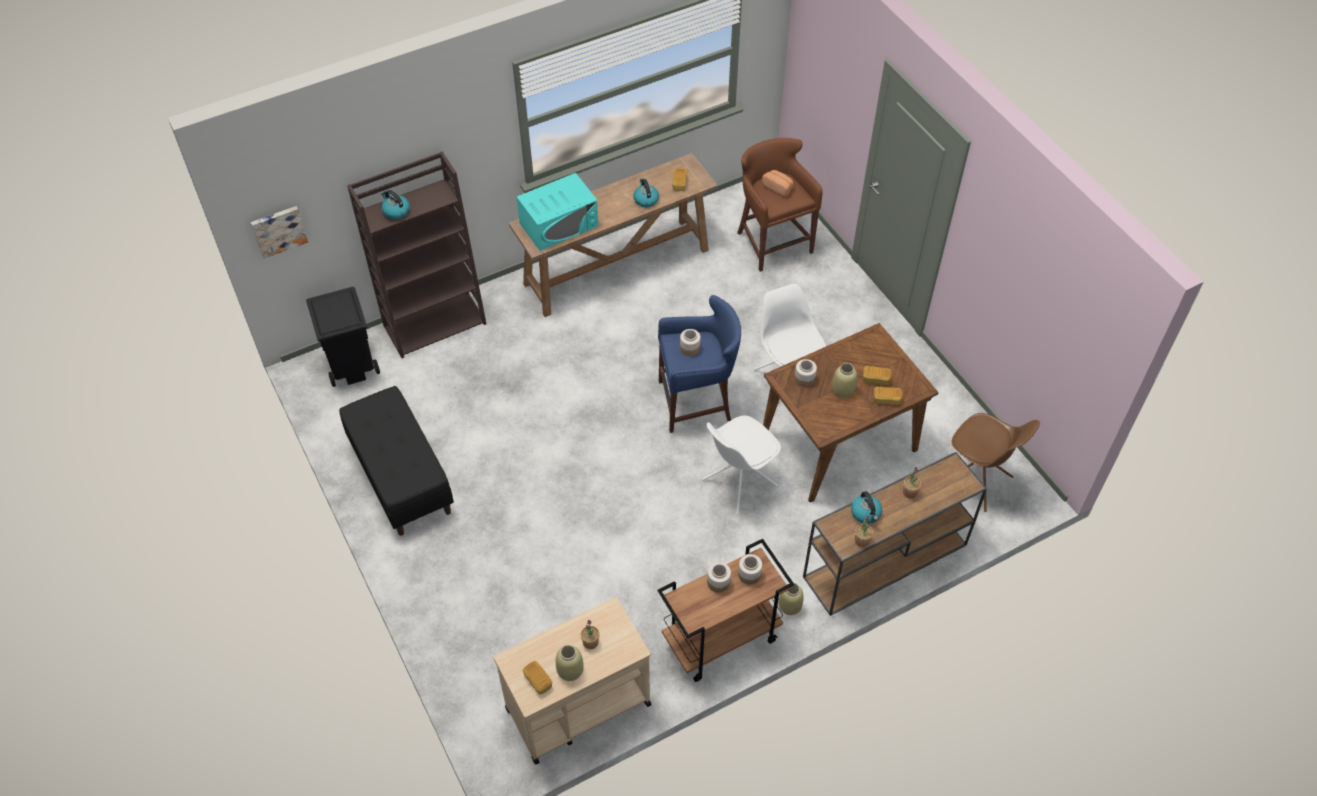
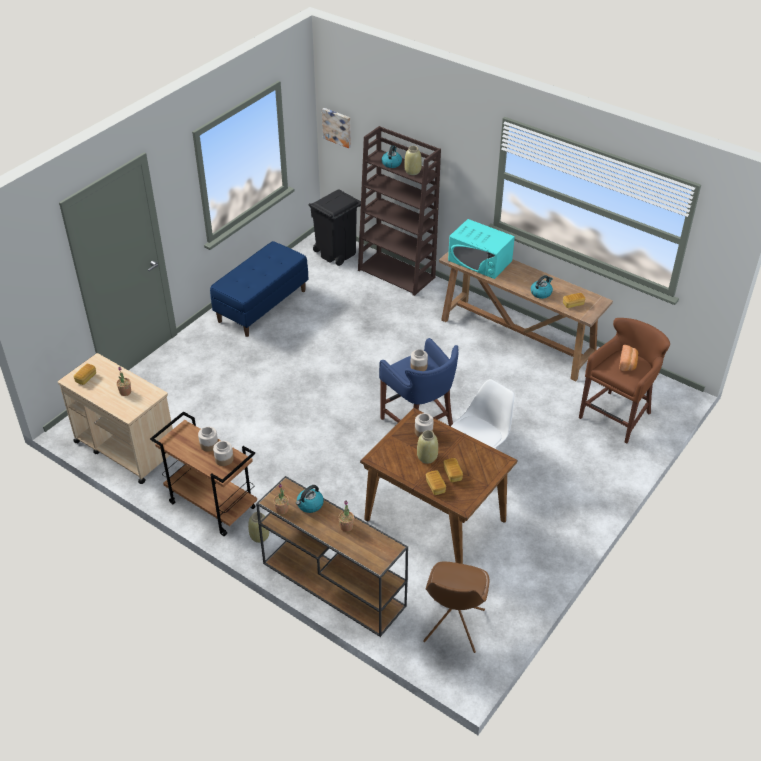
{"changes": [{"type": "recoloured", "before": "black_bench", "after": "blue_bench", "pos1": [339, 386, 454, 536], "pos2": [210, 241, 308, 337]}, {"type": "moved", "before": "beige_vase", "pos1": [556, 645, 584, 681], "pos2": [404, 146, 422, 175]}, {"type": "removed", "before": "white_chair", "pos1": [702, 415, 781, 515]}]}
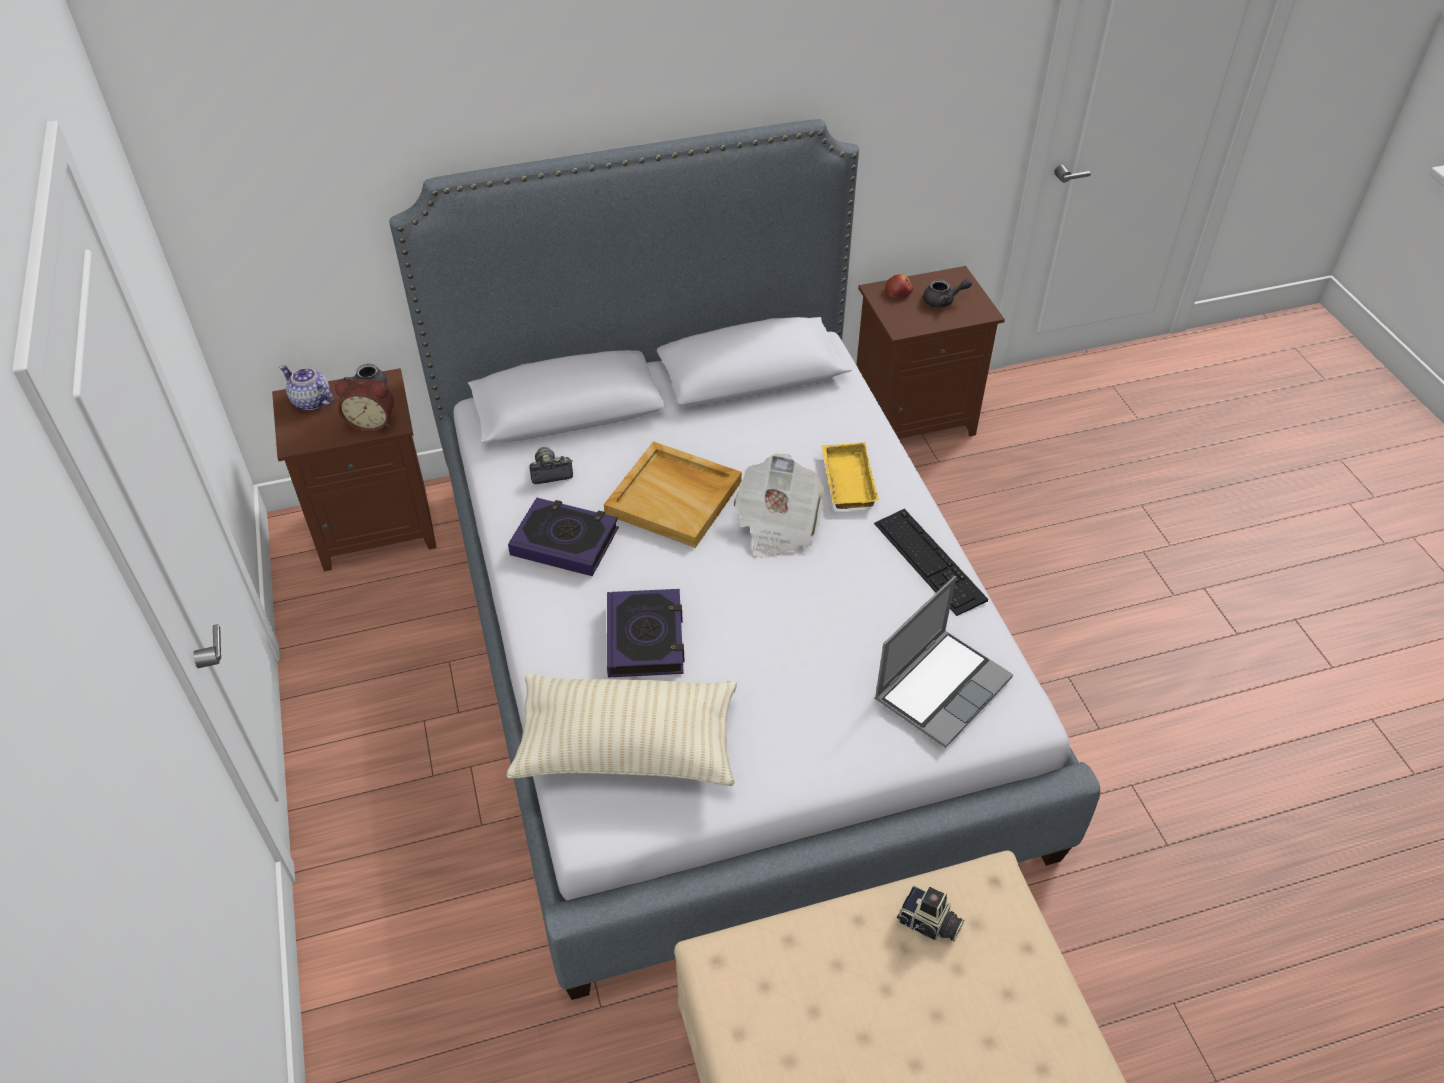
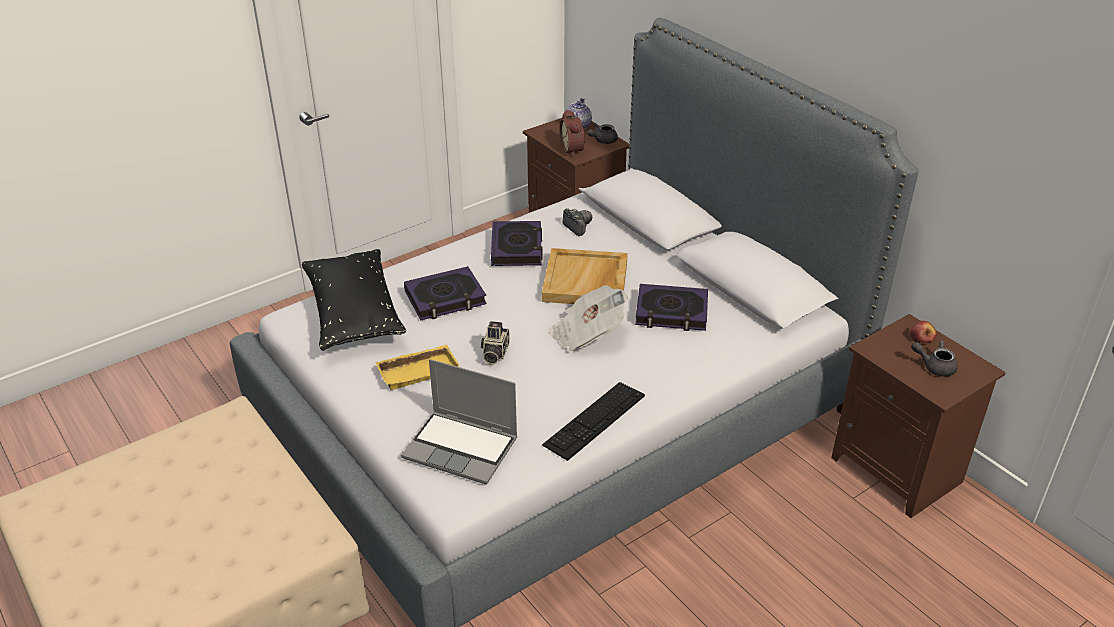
{"changes": [{"type": "recoloured", "before": "beige_pillow", "after": "black_pillow", "pos1": [506, 674, 737, 786], "pos2": [302, 249, 406, 351]}, {"type": "moved", "before": "yellow_tray", "pos1": [821, 442, 879, 509], "pos2": [375, 345, 460, 390]}, {"type": "moved", "before": "photo_camera", "pos1": [897, 886, 964, 942], "pos2": [481, 321, 510, 364]}, {"type": "added", "after": "book", "pos2": [635, 284, 708, 331]}, {"type": "turned", "before": "grey_teapot", "pos1": [923, 278, 972, 308], "pos2": [911, 341, 958, 377], "turn": 135}]}
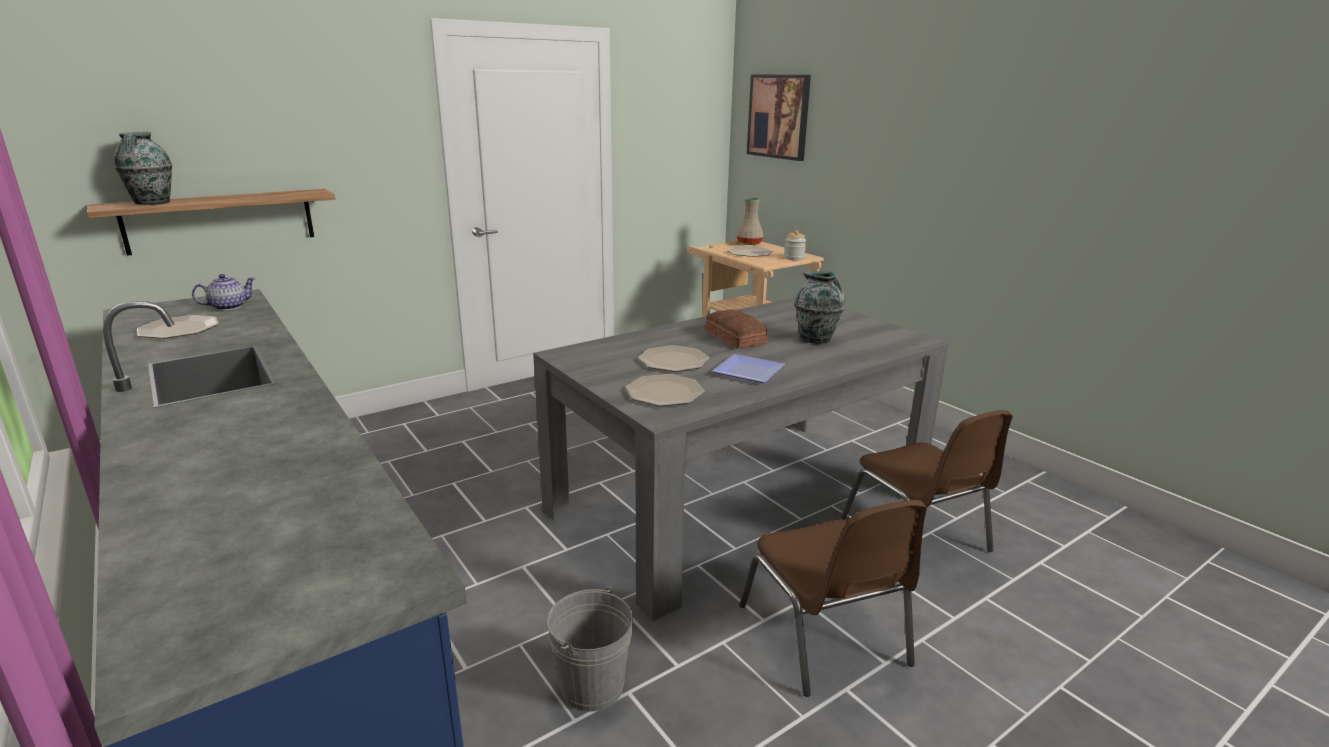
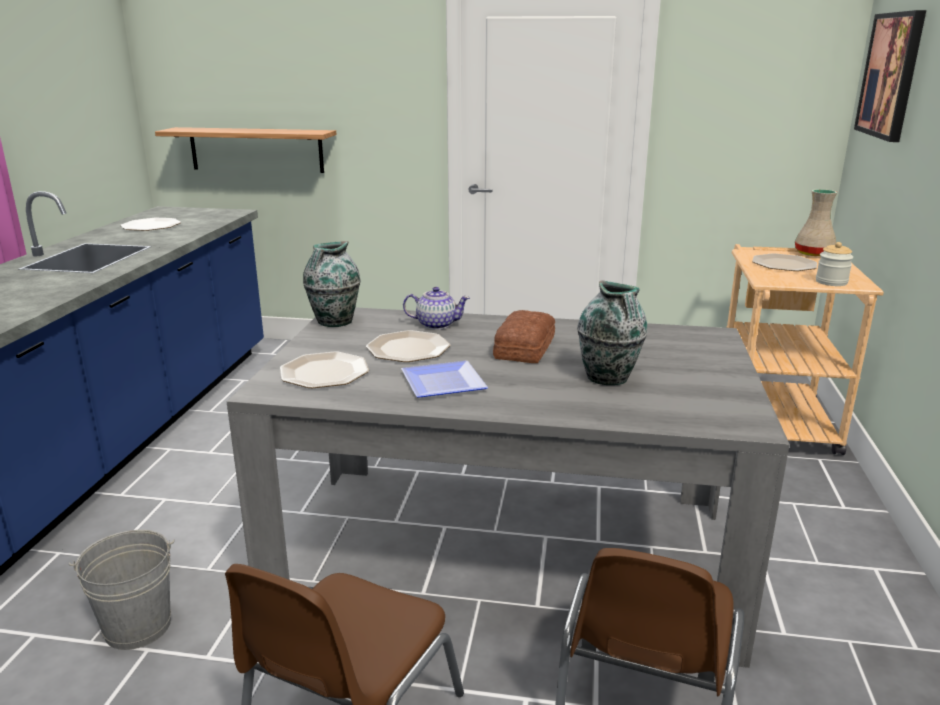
{"changes": [{"type": "moved", "before": "vase", "pos1": [113, 132, 172, 205], "pos2": [303, 241, 360, 327]}, {"type": "moved", "before": "teapot", "pos1": [192, 274, 256, 310], "pos2": [403, 287, 470, 330]}]}
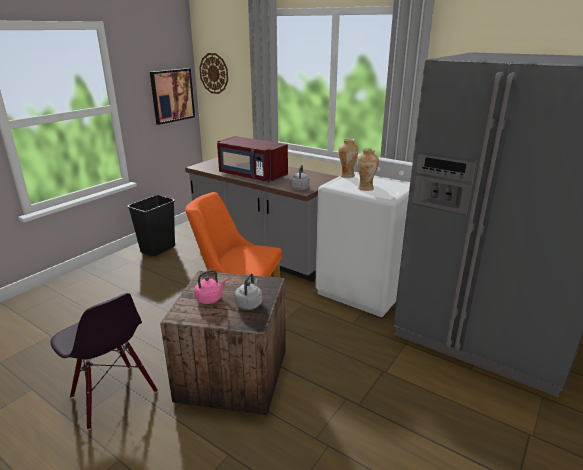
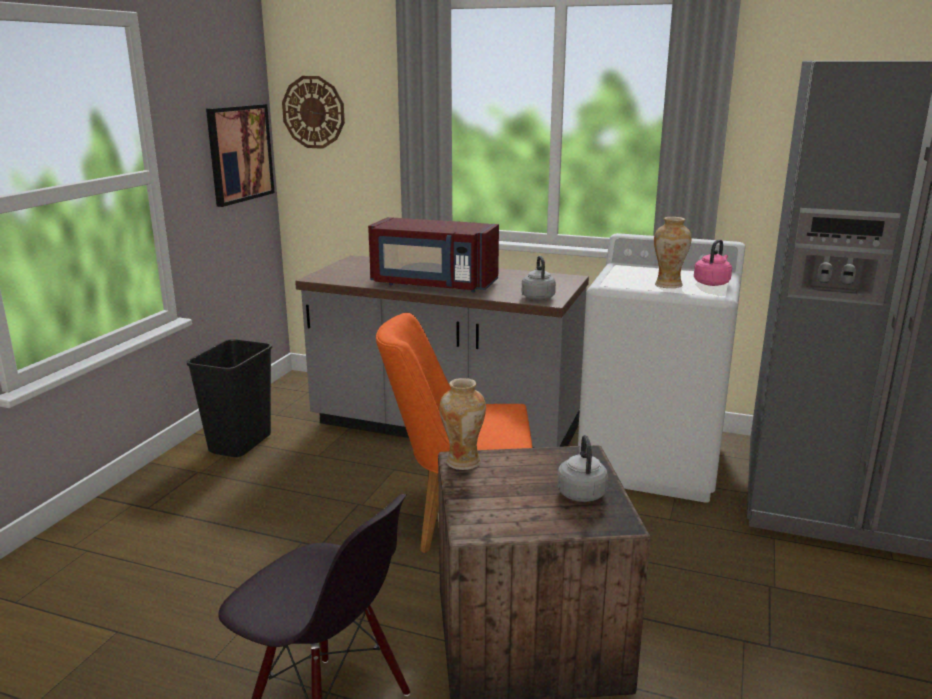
{"changes": [{"type": "moved", "before": "vase", "pos1": [338, 139, 358, 178], "pos2": [440, 378, 486, 470]}, {"type": "moved", "before": "pink_kettle", "pos1": [194, 270, 228, 304], "pos2": [694, 239, 732, 286]}]}
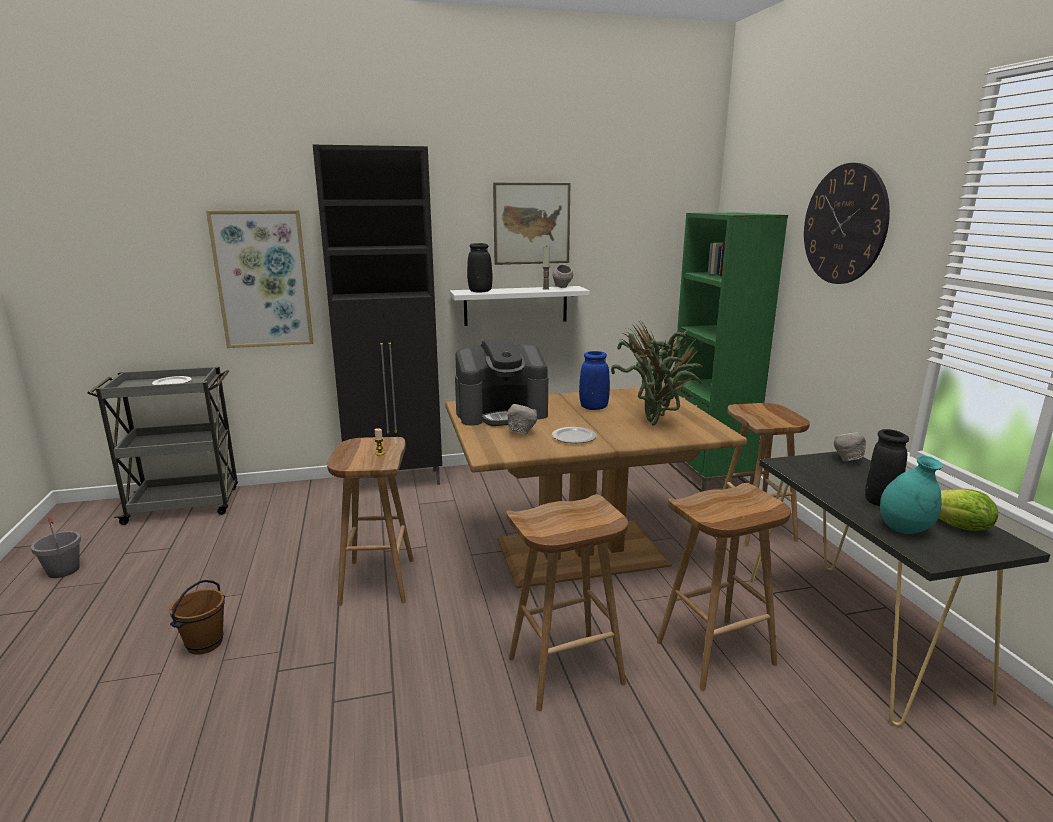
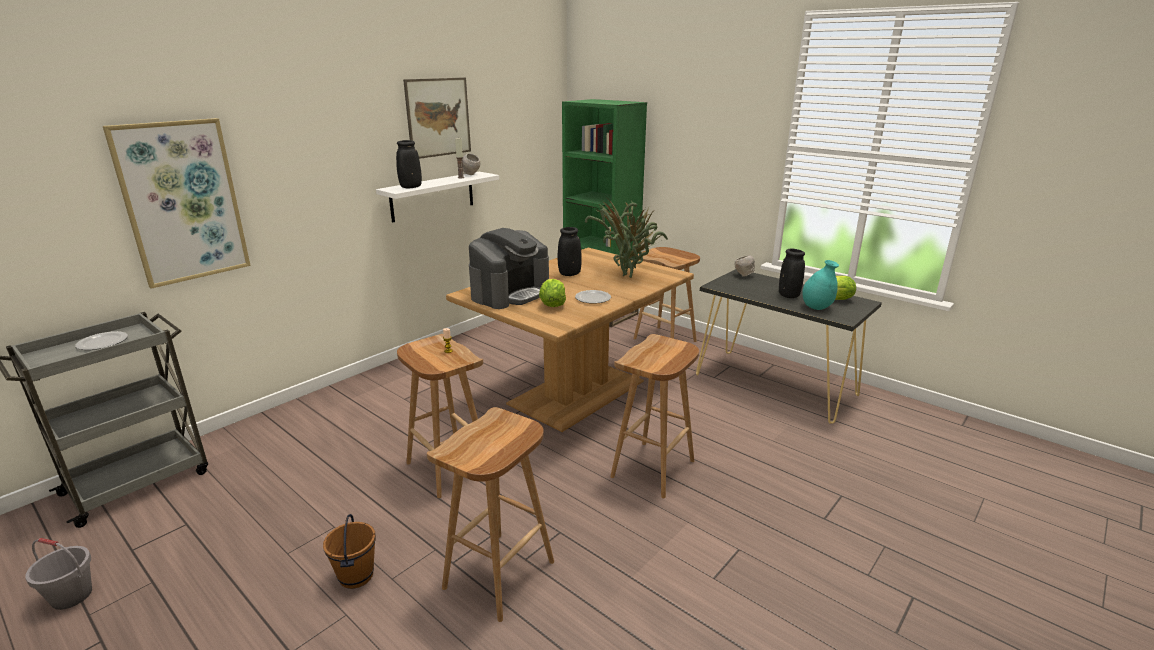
{"changes": [{"type": "moved", "before": "brown_stool", "pos1": [657, 483, 791, 691], "pos2": [427, 407, 554, 622]}, {"type": "replaced", "before": "grey_bowl", "after": "lettuce", "pos1": [507, 404, 537, 435], "pos2": [539, 279, 566, 307]}, {"type": "recoloured", "before": "blue_vase", "after": "black_vase", "pos1": [579, 351, 610, 410], "pos2": [558, 227, 582, 276]}, {"type": "removed", "before": "black_cabinet", "pos1": [313, 145, 442, 494]}, {"type": "removed", "before": "wall_clock", "pos1": [804, 163, 890, 284]}]}
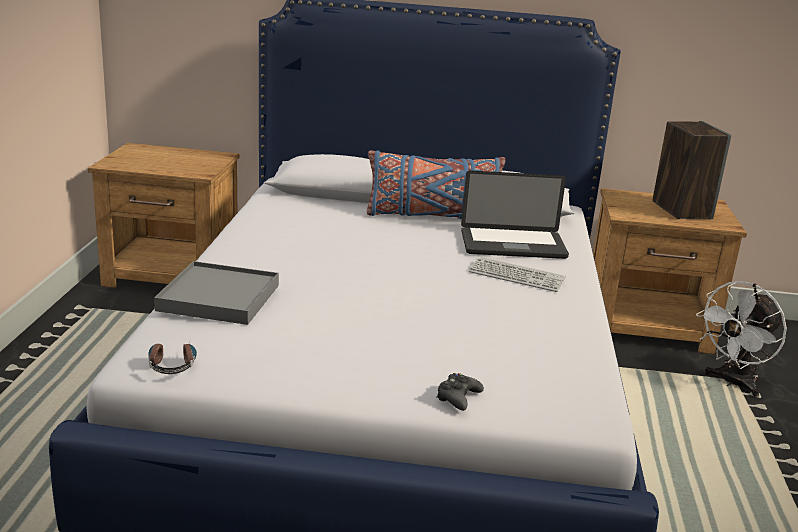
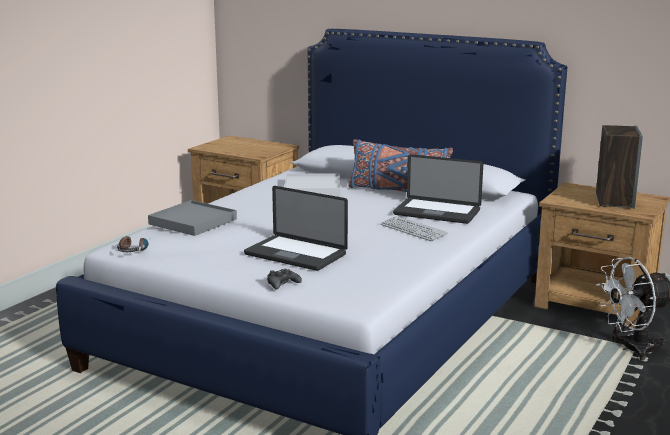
{"changes": [{"type": "added", "after": "laptop", "pos2": [244, 186, 348, 271]}, {"type": "added", "after": "white_tray", "pos2": [285, 173, 341, 197]}]}
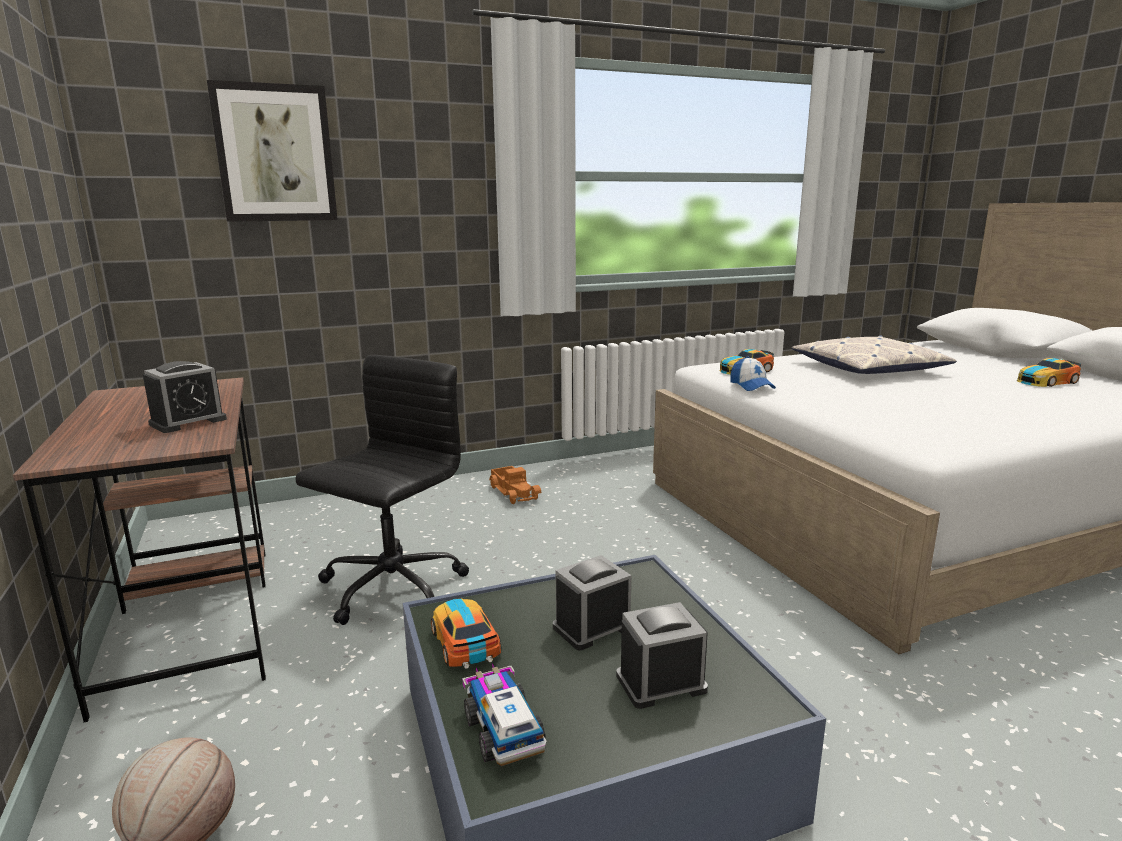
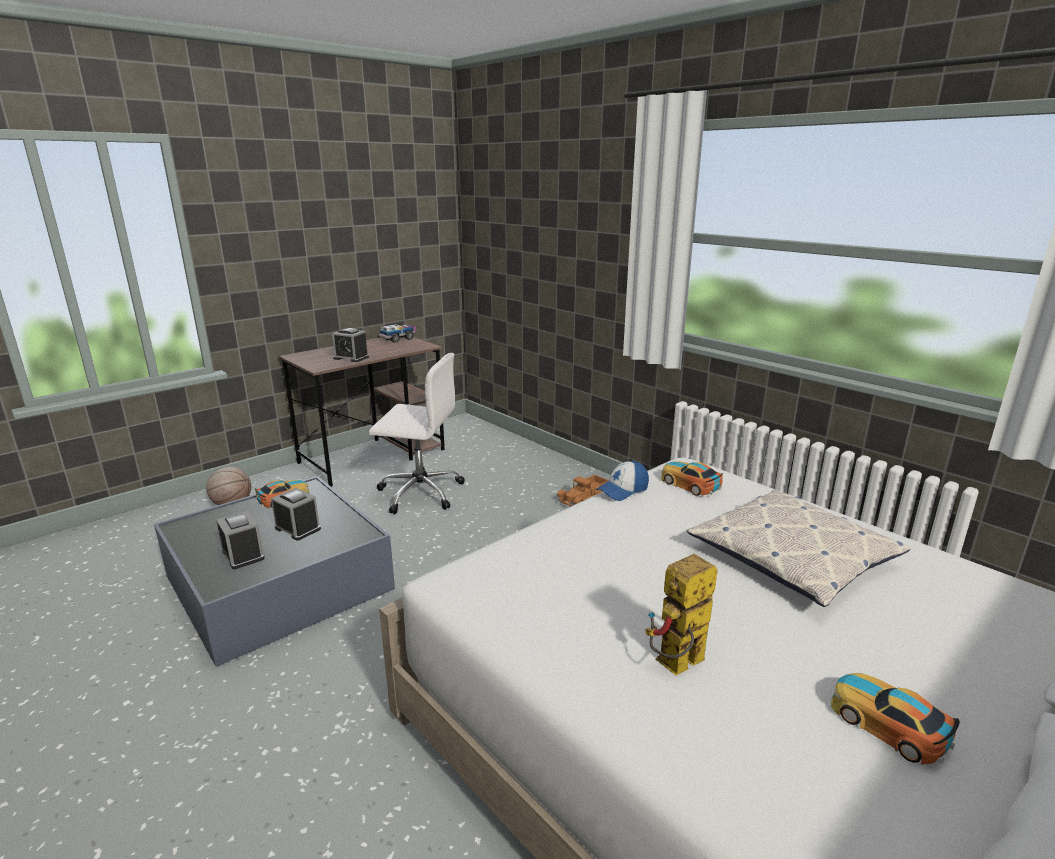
{"changes": [{"type": "recoloured", "before": "black_office_chair", "after": "white_office_chair", "pos1": [295, 355, 469, 625], "pos2": [369, 353, 465, 514]}, {"type": "moved", "before": "toy_truck", "pos1": [462, 663, 546, 766], "pos2": [379, 324, 416, 343]}, {"type": "added", "after": "toy_robot", "pos2": [645, 554, 718, 675]}, {"type": "removed", "before": "picture", "pos1": [207, 80, 338, 222]}]}
